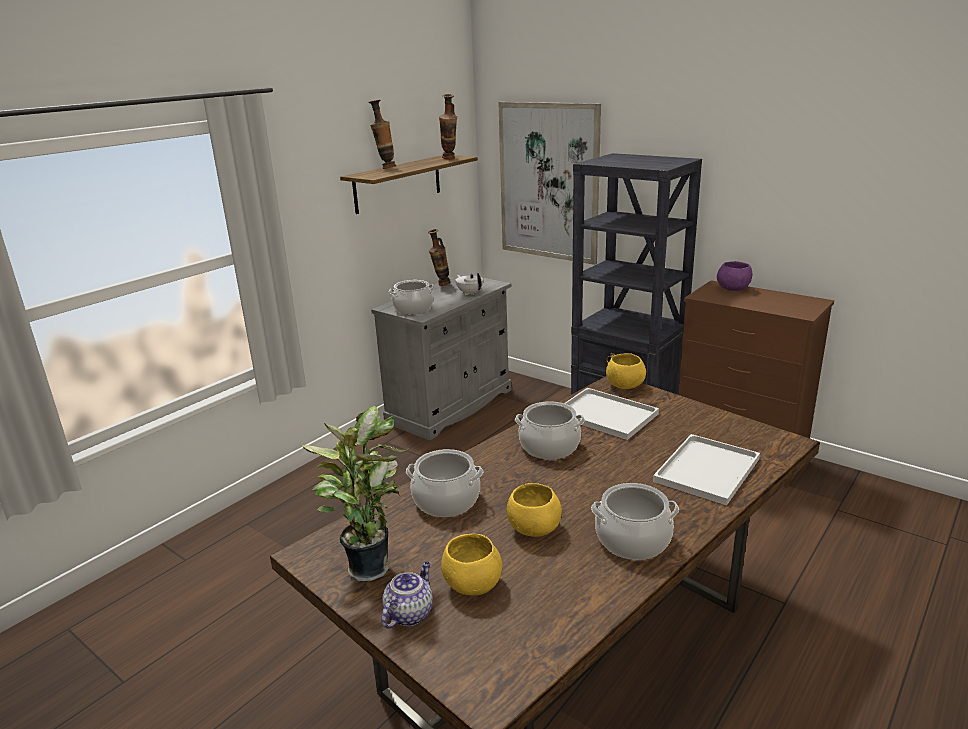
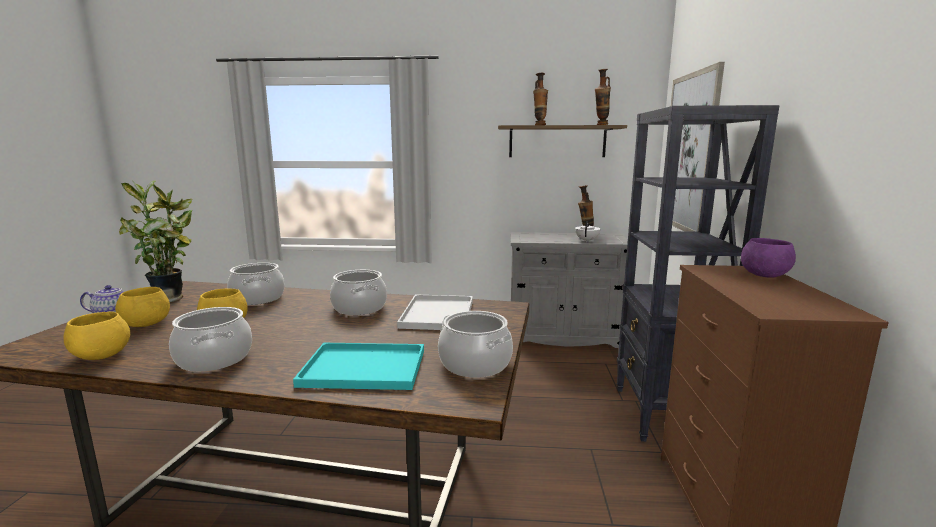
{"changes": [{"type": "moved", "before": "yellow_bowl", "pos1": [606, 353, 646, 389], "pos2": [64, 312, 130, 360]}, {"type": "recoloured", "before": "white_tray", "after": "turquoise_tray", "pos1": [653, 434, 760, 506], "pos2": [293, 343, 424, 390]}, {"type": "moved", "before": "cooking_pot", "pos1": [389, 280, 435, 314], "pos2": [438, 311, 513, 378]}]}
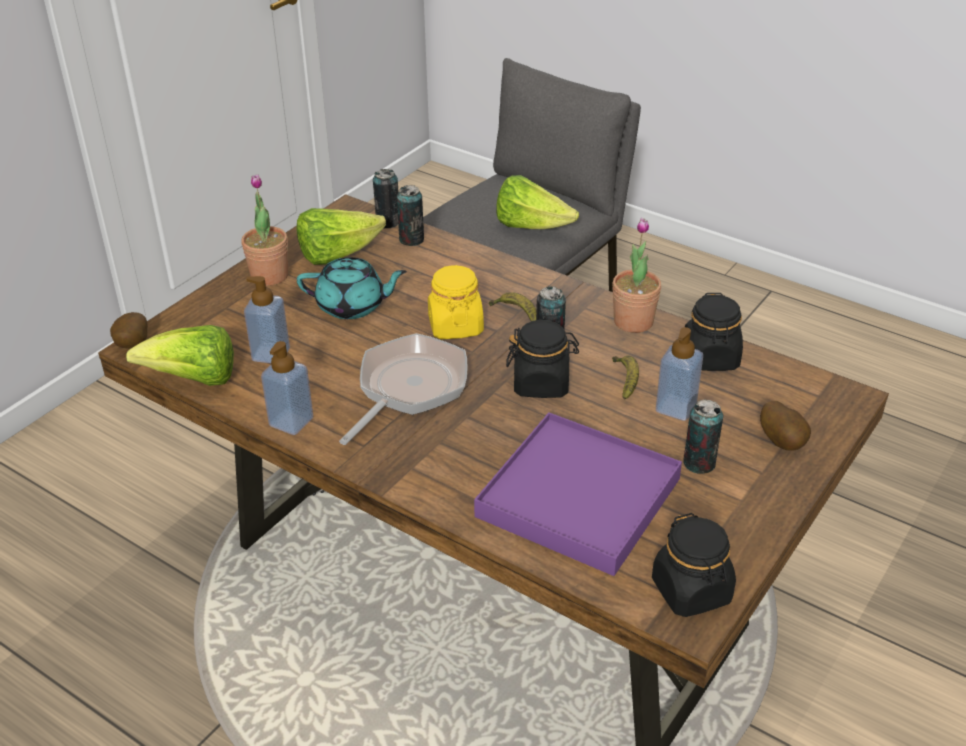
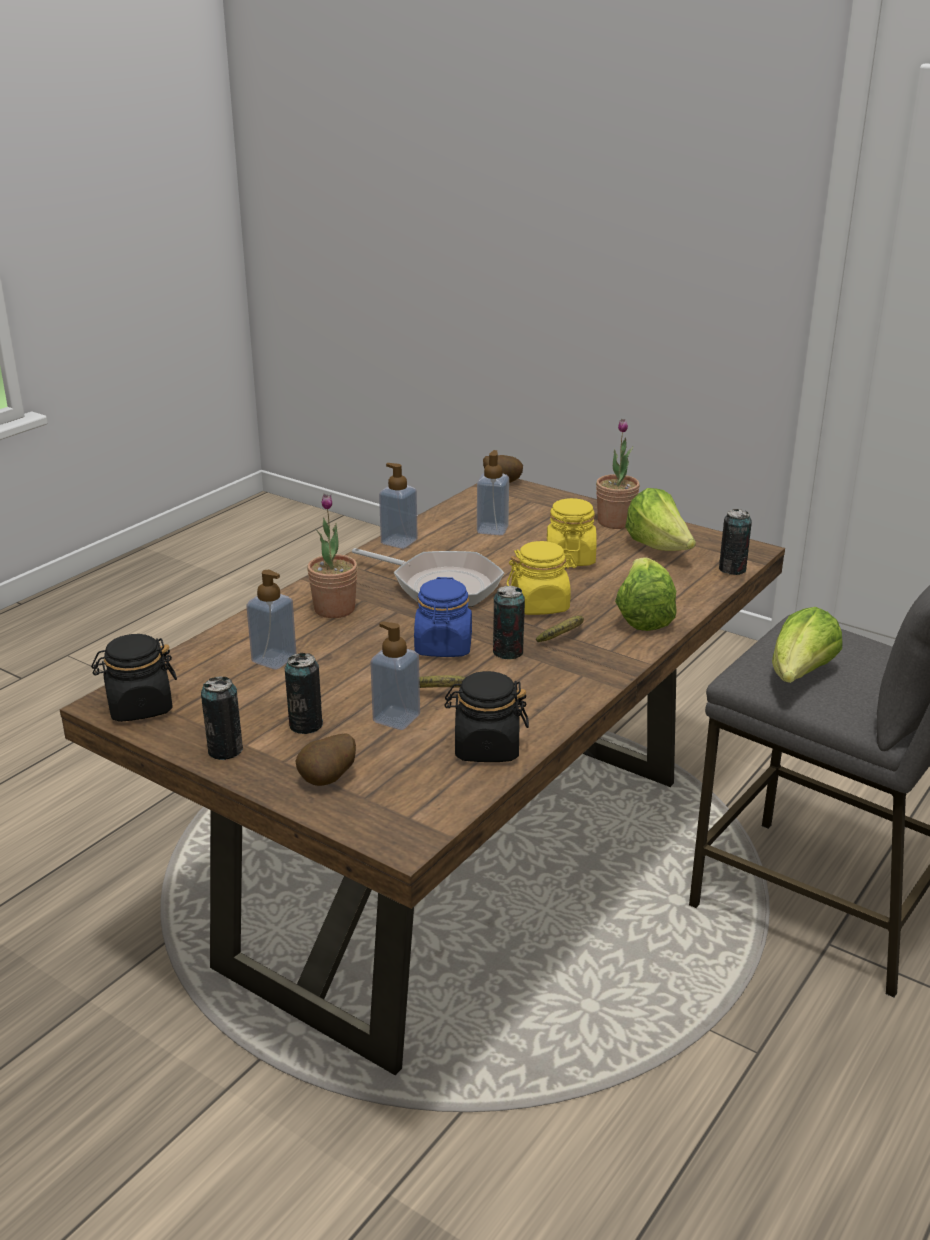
{"changes": [{"type": "moved", "before": "can", "pos1": [397, 185, 424, 246], "pos2": [201, 676, 243, 760]}, {"type": "replaced", "before": "purple_tray", "after": "soap_dispenser", "pos1": [474, 412, 682, 576], "pos2": [246, 570, 297, 670]}, {"type": "moved", "before": "potted_plant", "pos1": [612, 218, 661, 333], "pos2": [307, 494, 358, 618]}, {"type": "recoloured", "before": "black_jar", "after": "blue_jar", "pos1": [506, 320, 579, 398], "pos2": [414, 577, 472, 657]}, {"type": "replaced", "before": "turquoise_teapot", "after": "yellow_jar", "pos1": [297, 257, 407, 319], "pos2": [547, 498, 597, 566]}, {"type": "moved", "before": "lettuce", "pos1": [126, 325, 234, 386], "pos2": [615, 557, 677, 631]}]}
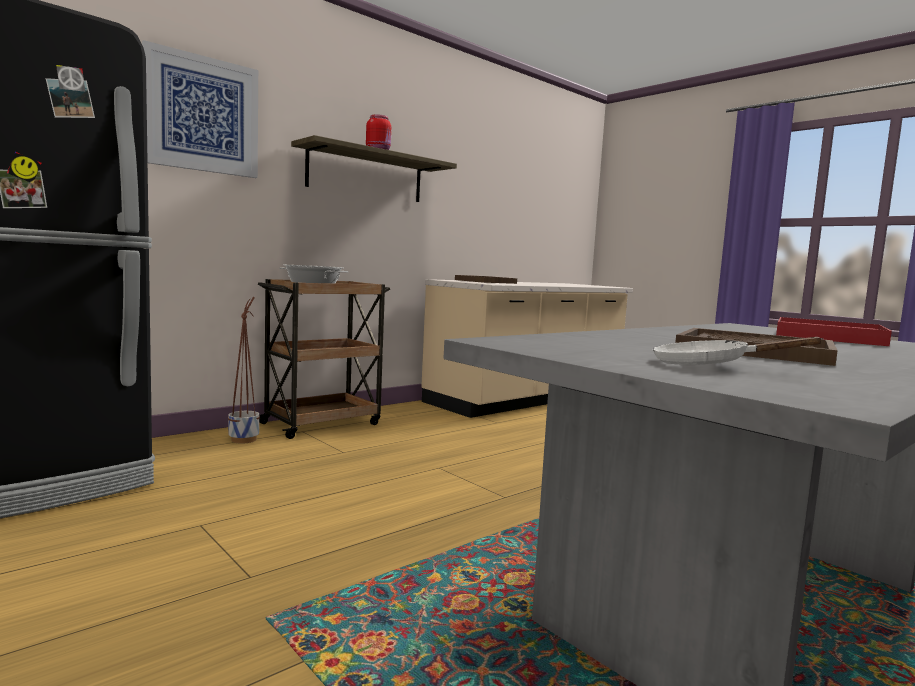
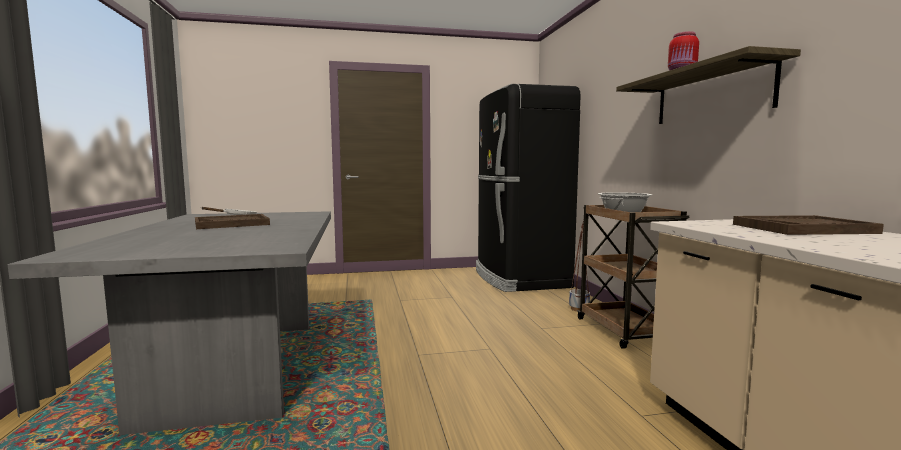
{"changes": [{"type": "removed", "before": "picture", "pos1": [142, 40, 258, 178]}, {"type": "removed", "before": "red_tray", "pos1": [776, 317, 892, 346]}]}
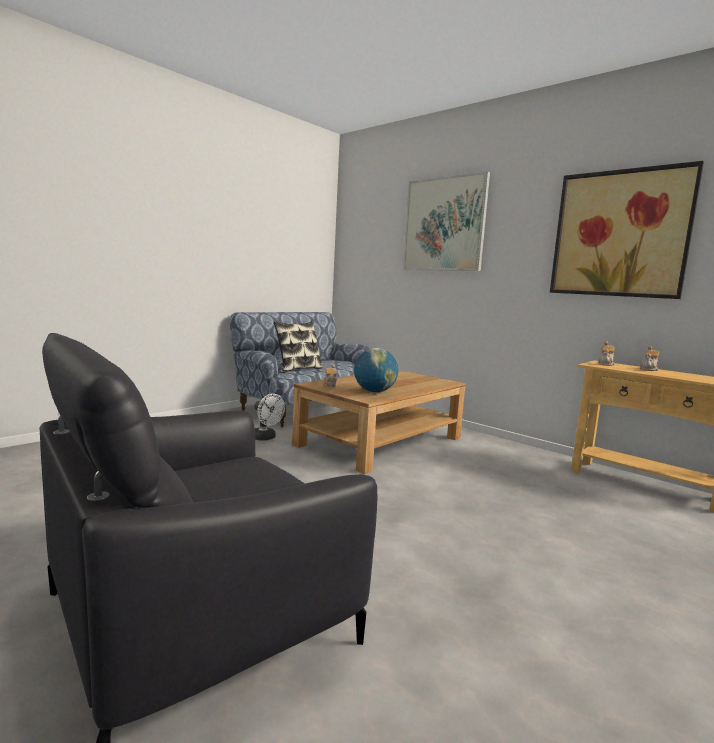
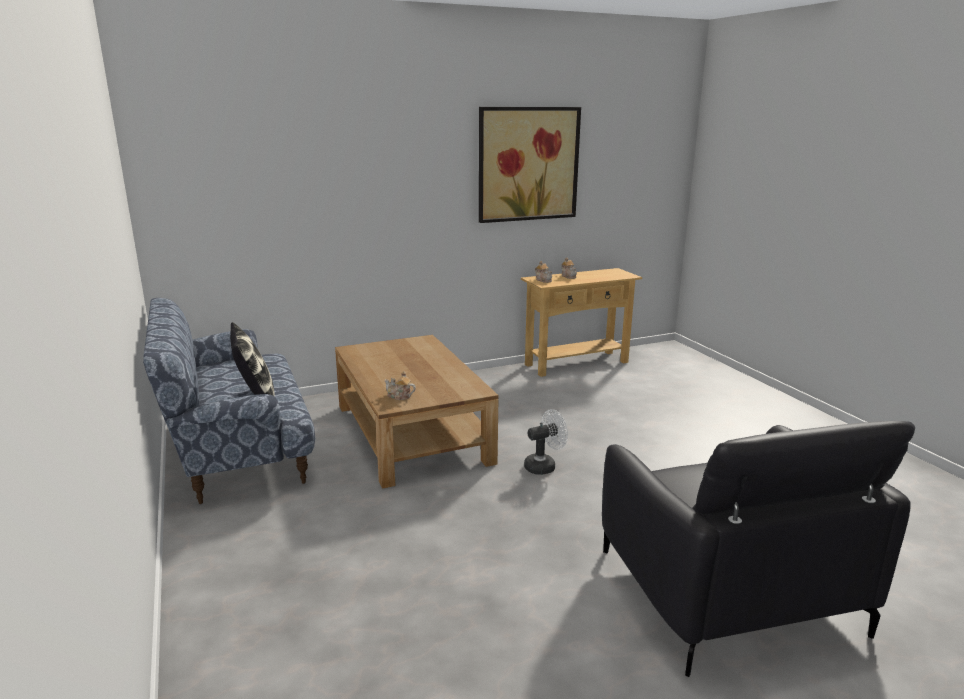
{"changes": [{"type": "moved", "before": "white_fan", "pos1": [254, 394, 285, 441], "pos2": [524, 409, 568, 475]}, {"type": "removed", "before": "globe", "pos1": [354, 348, 398, 393]}, {"type": "removed", "before": "picture", "pos1": [403, 171, 490, 271]}]}
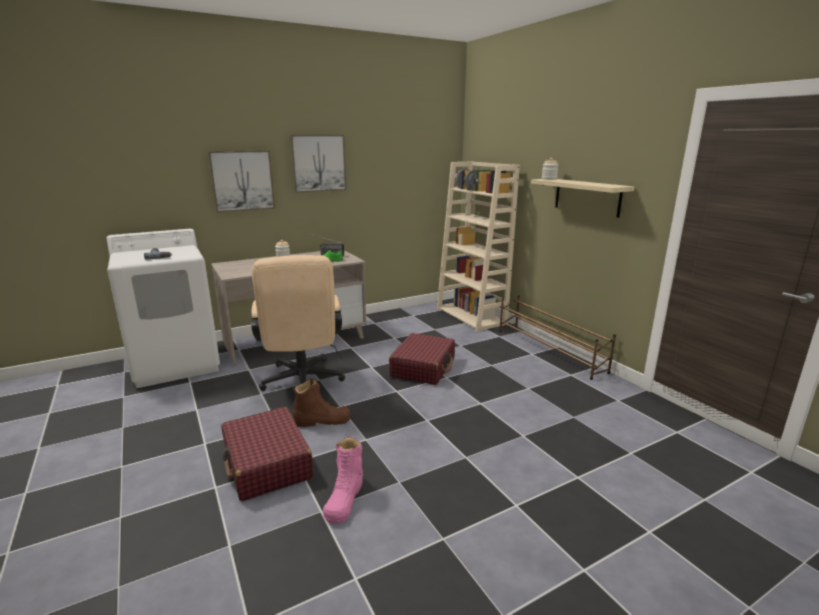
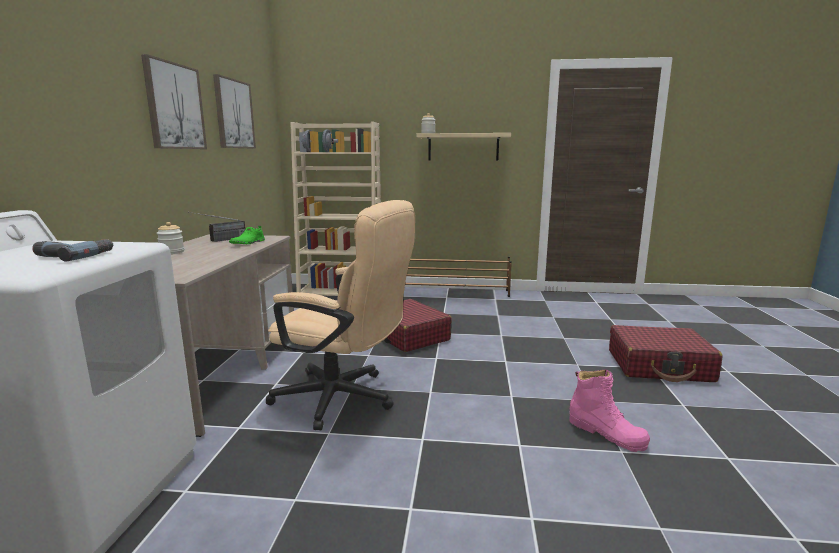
{"changes": [{"type": "moved", "before": "picture", "pos1": [208, 151, 275, 212], "pos2": [213, 74, 256, 148]}, {"type": "moved", "before": "red_suitcase", "pos1": [221, 407, 313, 501], "pos2": [609, 325, 723, 382]}, {"type": "removed", "before": "brown_boot", "pos1": [292, 379, 351, 427]}]}
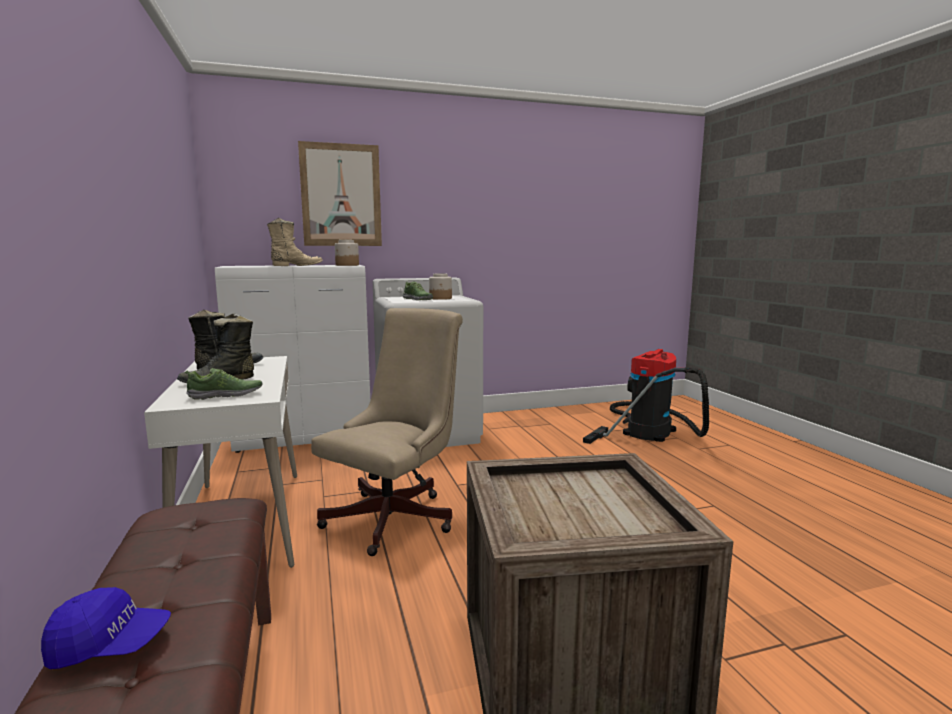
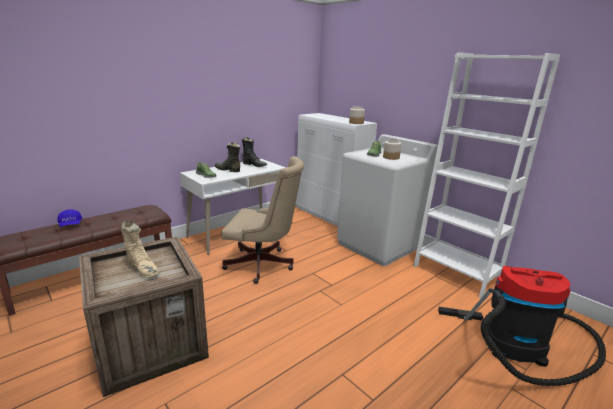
{"changes": [{"type": "moved", "before": "beige_boot", "pos1": [267, 218, 323, 266], "pos2": [121, 221, 159, 278]}, {"type": "added", "after": "white_bookcase", "pos2": [414, 52, 560, 298]}, {"type": "removed", "before": "picture", "pos1": [298, 141, 382, 246]}]}
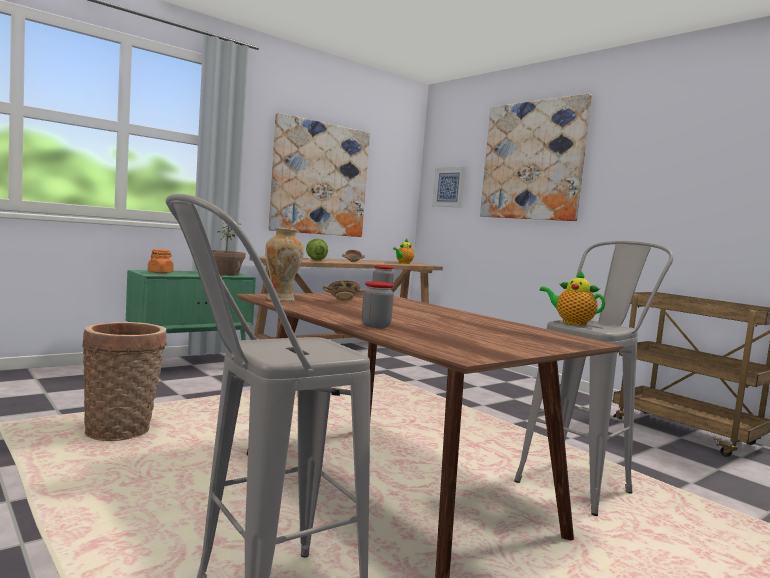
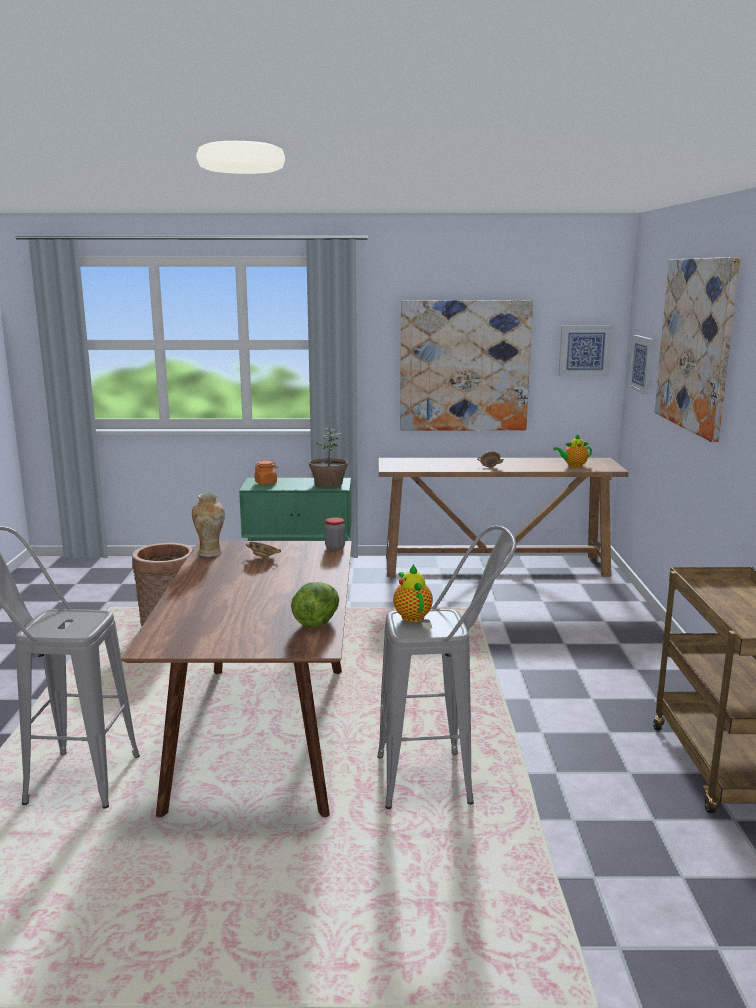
{"changes": [{"type": "moved", "before": "lettuce", "pos1": [306, 239, 328, 260], "pos2": [291, 582, 339, 627]}, {"type": "added", "after": "picture", "pos2": [558, 325, 613, 377]}, {"type": "removed", "before": "jar", "pos1": [362, 281, 394, 328]}]}
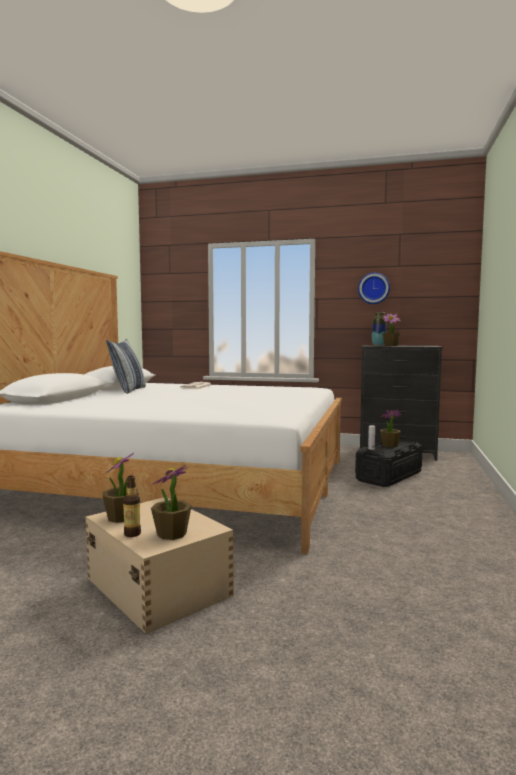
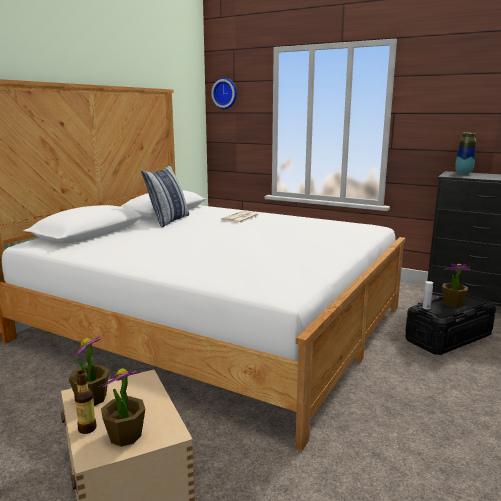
{"changes": [{"type": "moved", "before": "wall_clock", "pos1": [358, 273, 390, 304], "pos2": [211, 78, 237, 109]}, {"type": "removed", "before": "potted_plant", "pos1": [383, 314, 401, 346]}]}
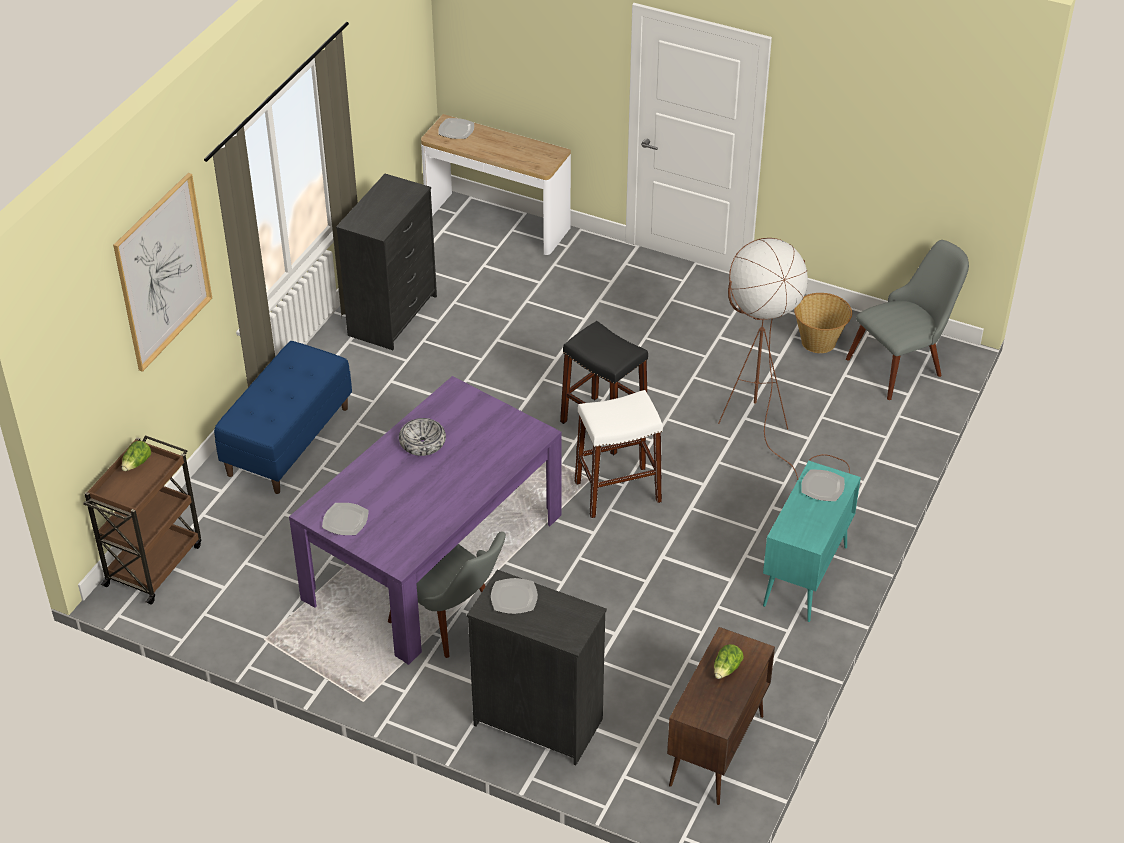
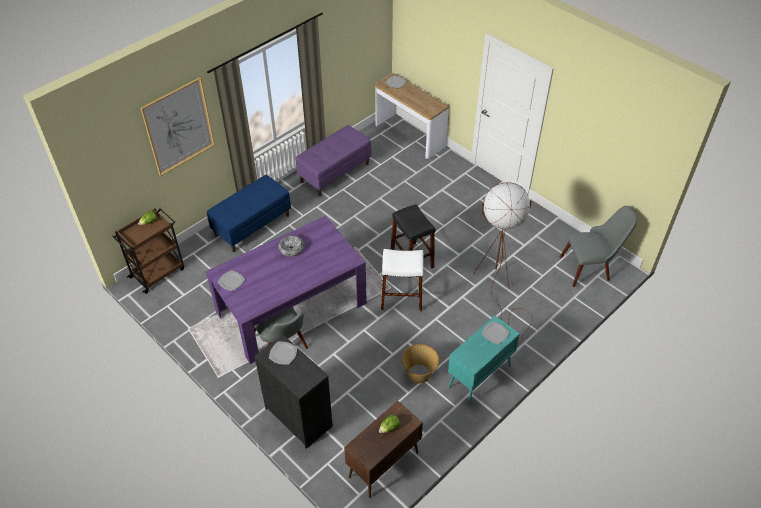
{"changes": [{"type": "replaced", "before": "black_dresser", "after": "purple_bench", "pos1": [336, 174, 437, 350], "pos2": [296, 125, 371, 196]}, {"type": "moved", "before": "basket", "pos1": [794, 293, 852, 353], "pos2": [402, 344, 440, 384]}]}
